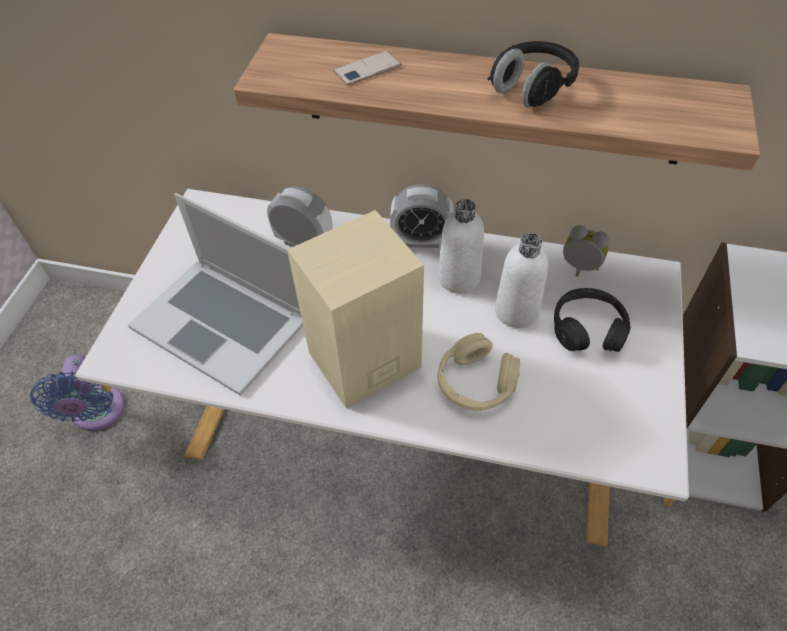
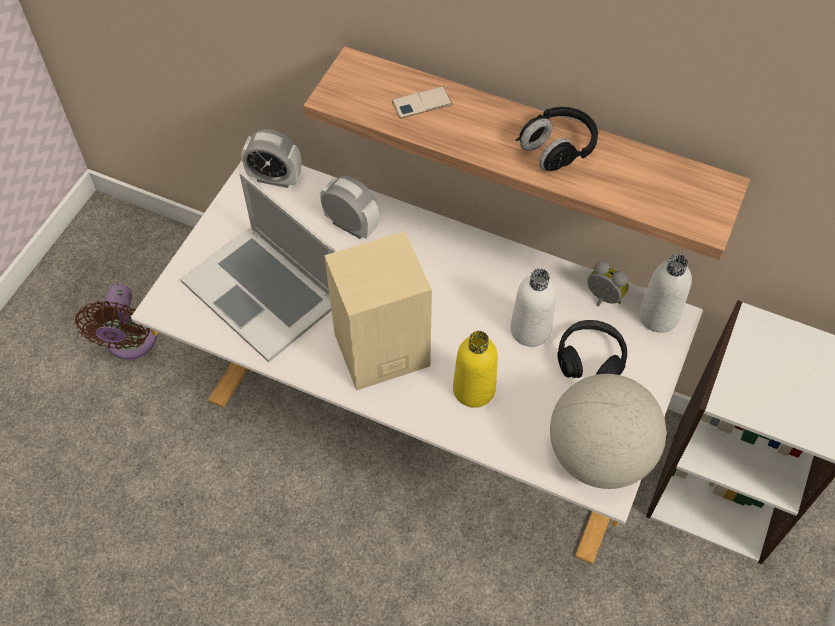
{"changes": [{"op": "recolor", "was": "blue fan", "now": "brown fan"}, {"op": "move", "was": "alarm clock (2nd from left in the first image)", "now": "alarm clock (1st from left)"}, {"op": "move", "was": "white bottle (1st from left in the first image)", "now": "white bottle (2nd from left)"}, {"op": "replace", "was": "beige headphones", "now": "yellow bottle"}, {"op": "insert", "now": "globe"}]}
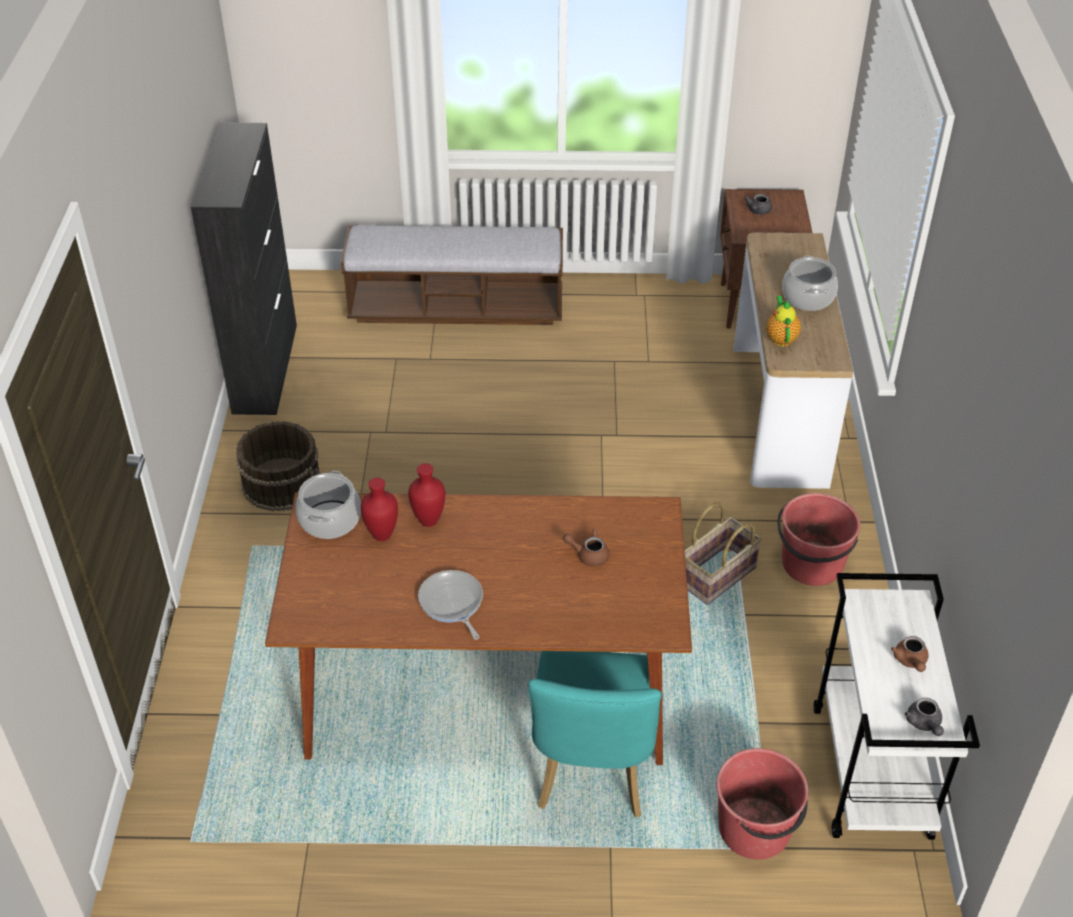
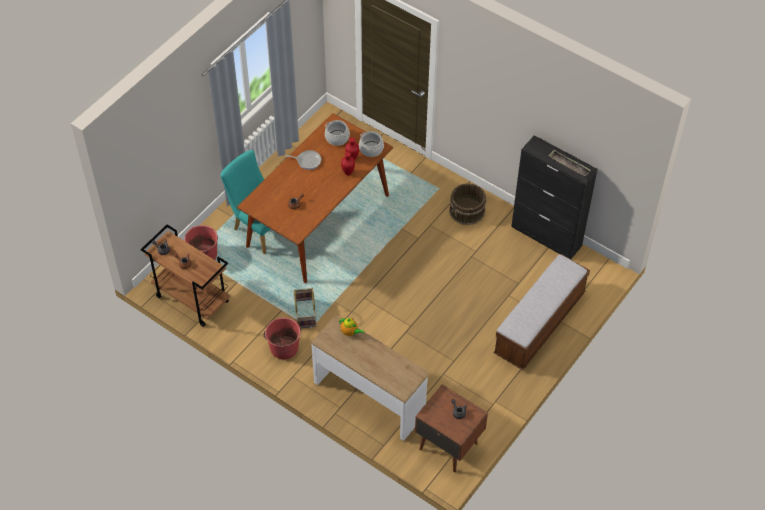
{"changes": [{"op": "move", "was": "cooking pot (2nd from left in the first image)", "now": "cooking pot (1st from left)"}, {"op": "recolor", "was": "white cart", "now": "brown cart"}, {"op": "insert", "now": "tray"}]}
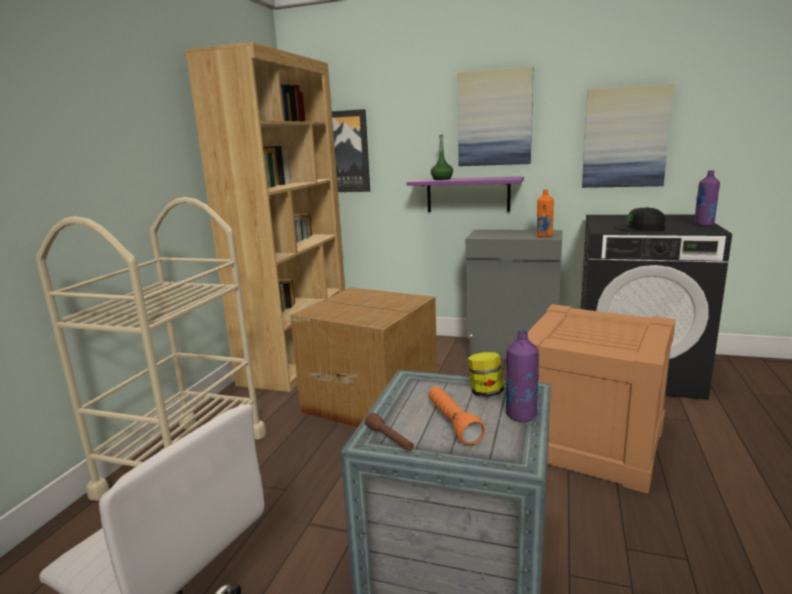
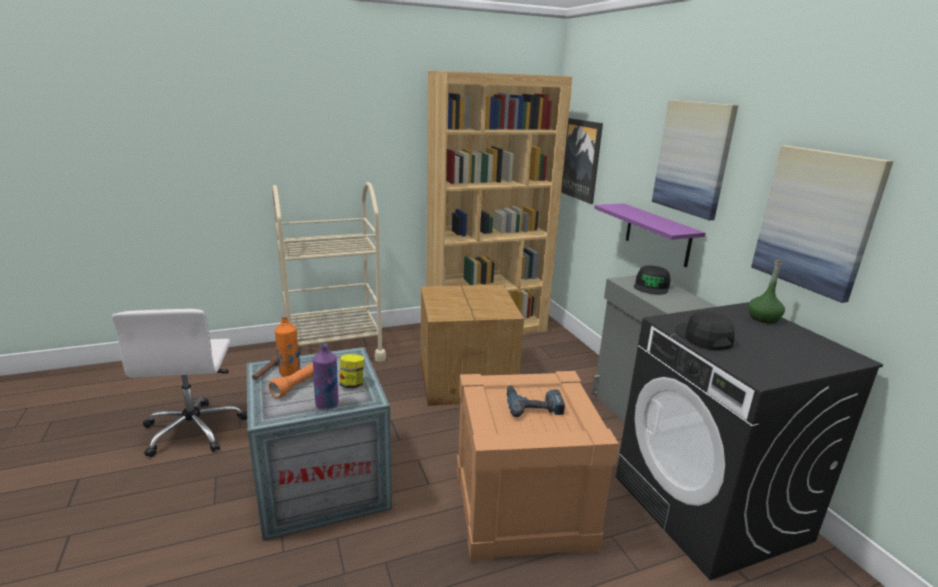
{"changes": [{"op": "move", "was": "green bottle"}, {"op": "move", "was": "orange bottle"}, {"op": "delete", "was": "purple bottle (2nd from left)"}, {"op": "insert", "now": "power drill"}, {"op": "insert", "now": "black cap (1st from left)"}]}
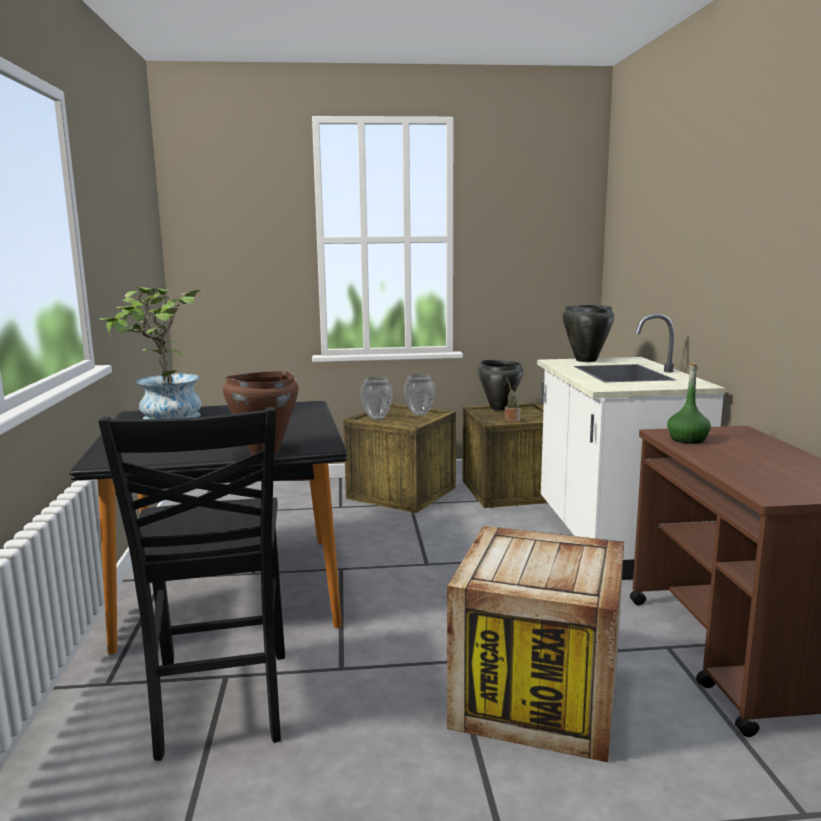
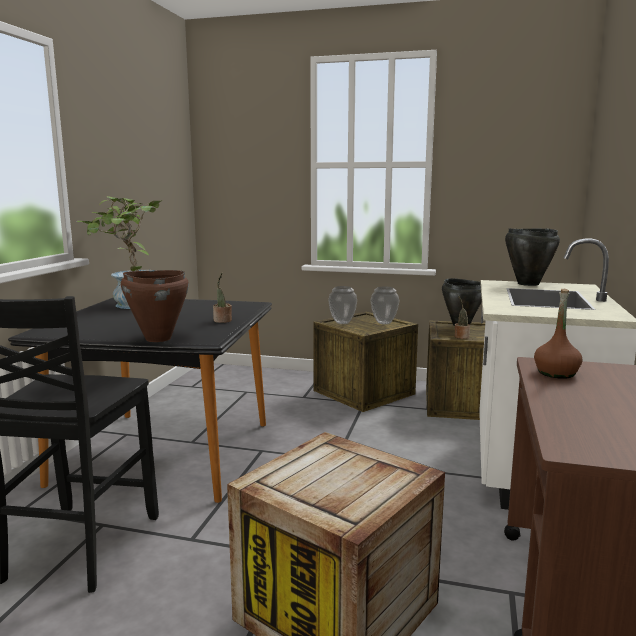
{"changes": [{"op": "recolor", "was": "green bottle", "now": "brown bottle"}, {"op": "insert", "now": "potted plant (2nd from left)"}]}
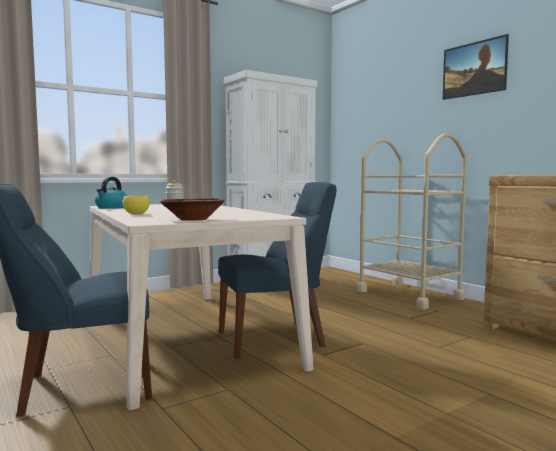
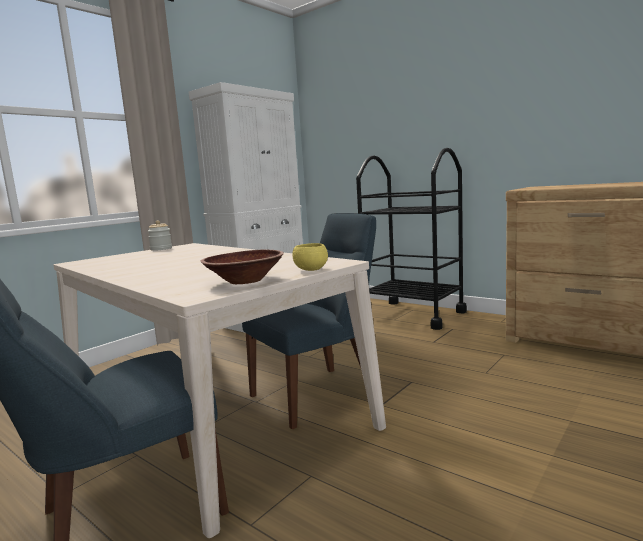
{"changes": [{"op": "delete", "was": "kettle"}, {"op": "move", "was": "yellow bowl"}, {"op": "recolor", "was": "beige cart", "now": "black cart"}, {"op": "delete", "was": "picture"}]}
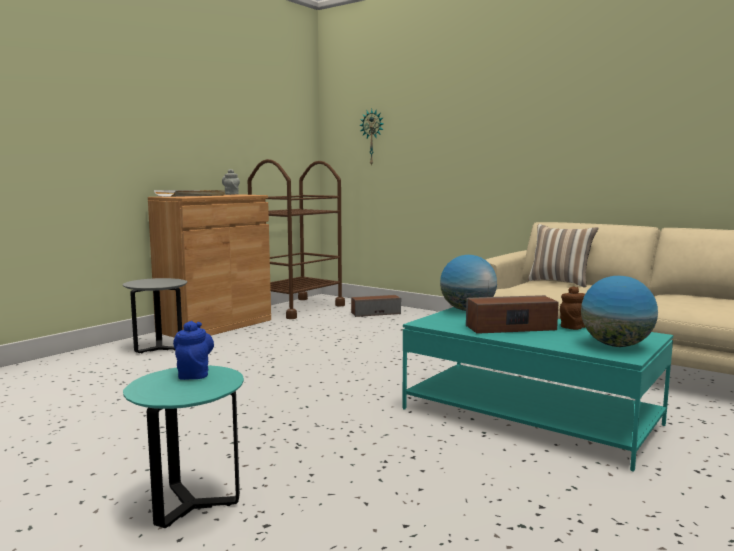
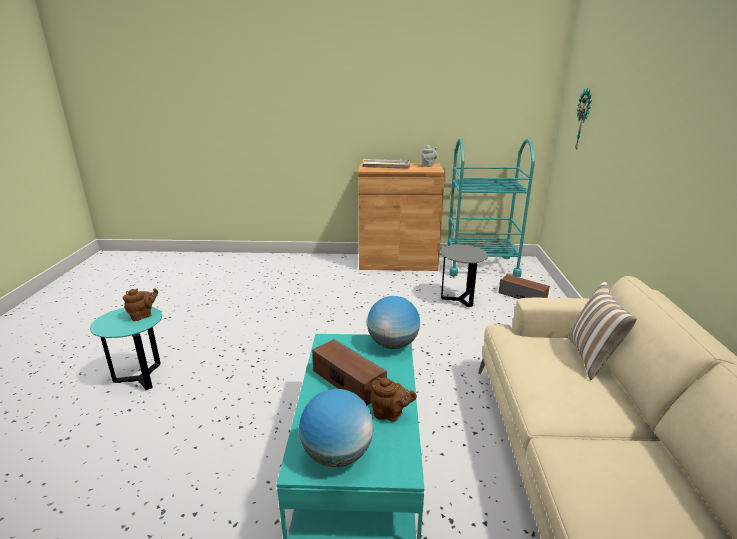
{"changes": [{"op": "move", "was": "grey side table"}, {"op": "recolor", "was": "blue teapot", "now": "brown teapot (1st from left)"}, {"op": "recolor", "was": "brown cart", "now": "turquoise cart"}]}
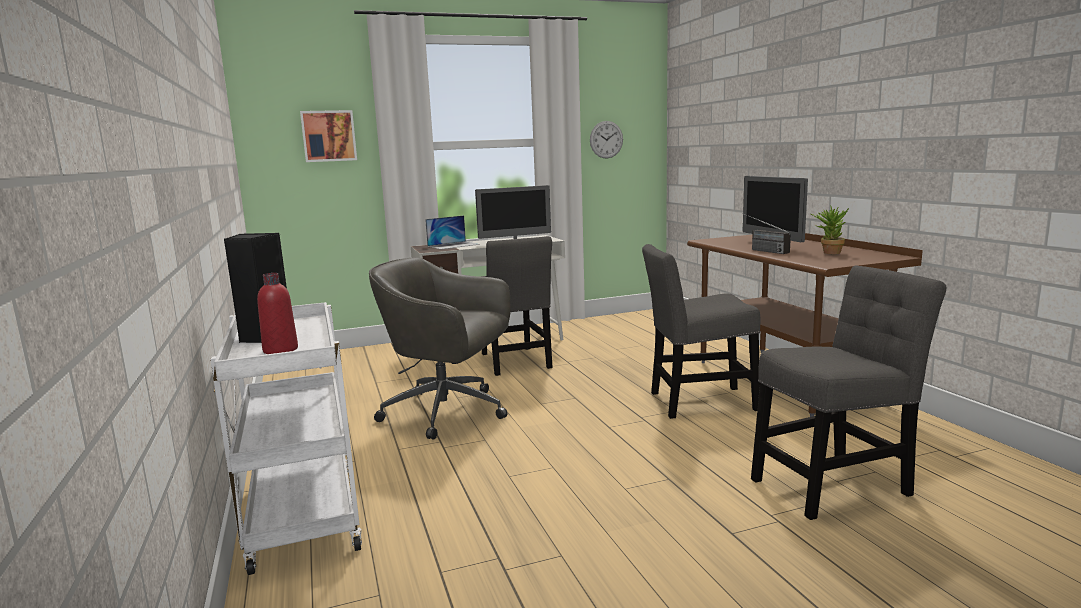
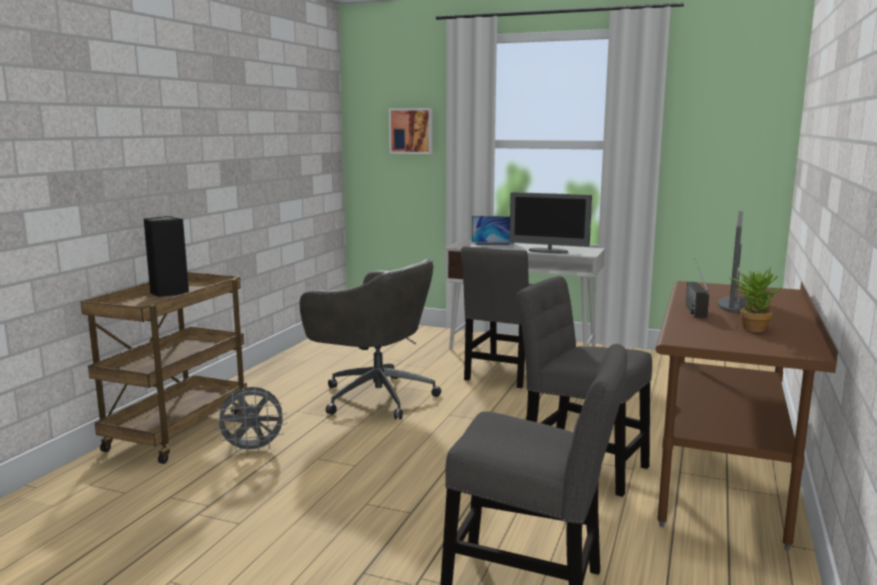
{"changes": [{"op": "recolor", "was": "white cart", "now": "brown cart"}, {"op": "delete", "was": "red bottle"}, {"op": "rotate", "was": "grey office chair", "clockwise": 150}, {"op": "delete", "was": "wall clock"}, {"op": "insert", "now": "grey fan"}]}
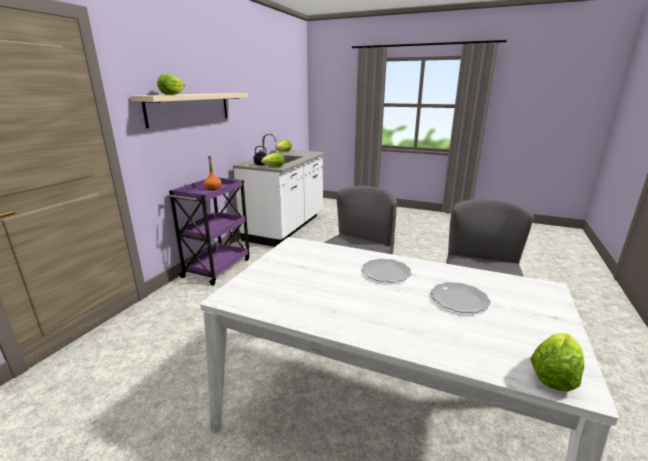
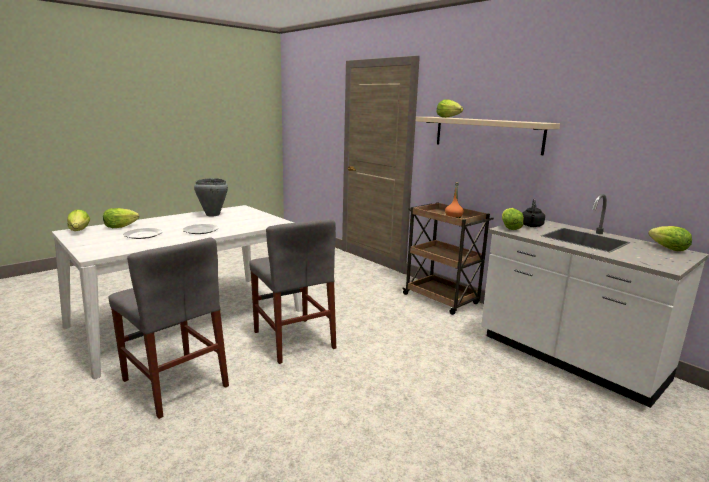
{"changes": [{"op": "recolor", "was": "purple cart", "now": "brown cart"}, {"op": "insert", "now": "lettuce (2nd from left)"}, {"op": "insert", "now": "grey cooking pot"}]}
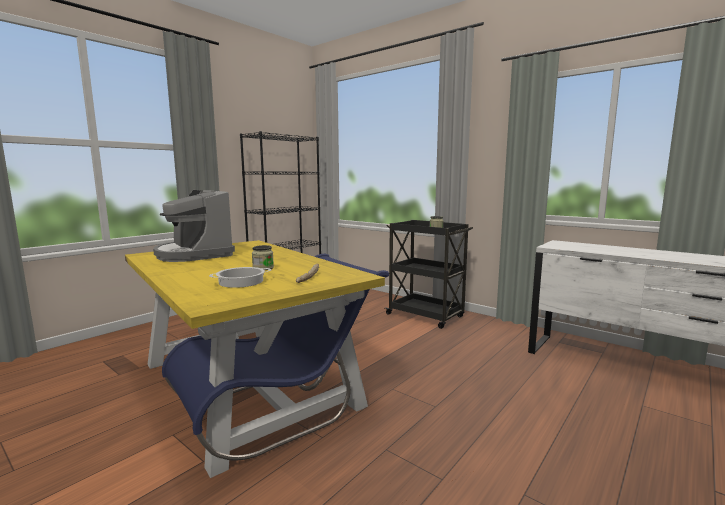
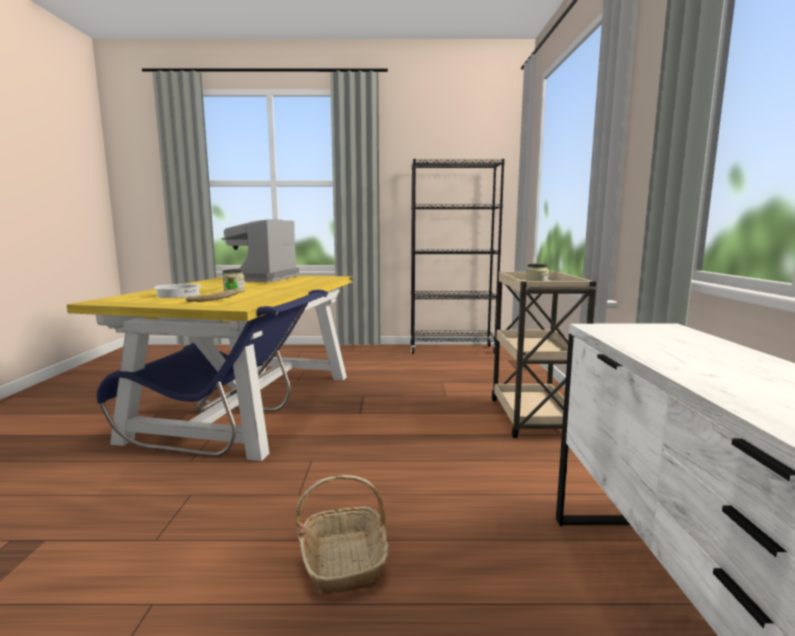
{"changes": [{"op": "recolor", "was": "black cart", "now": "beige cart"}, {"op": "insert", "now": "basket"}]}
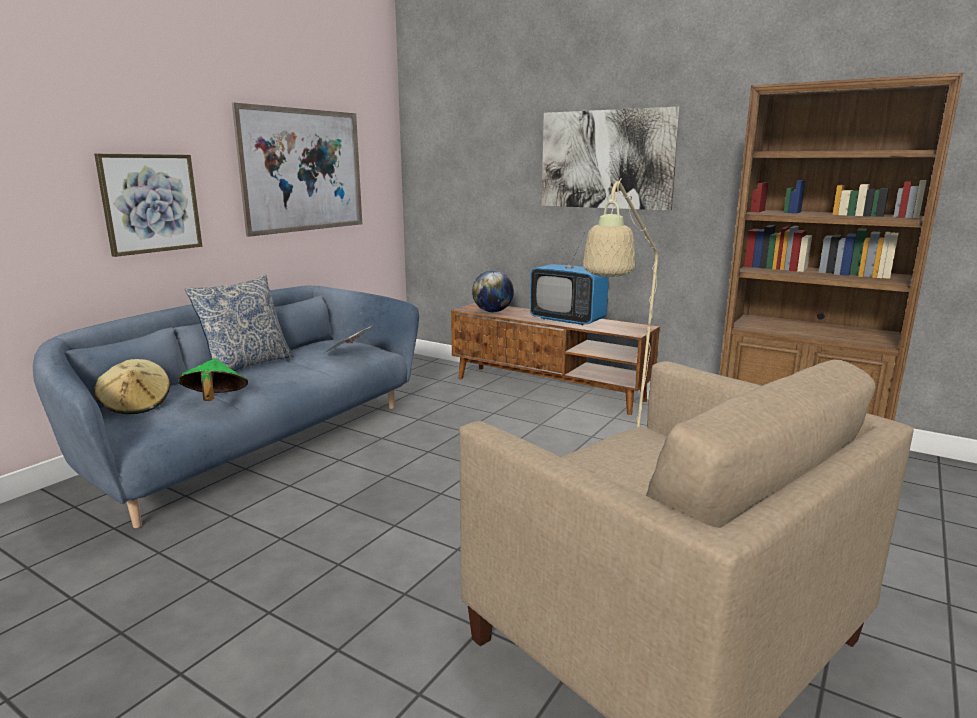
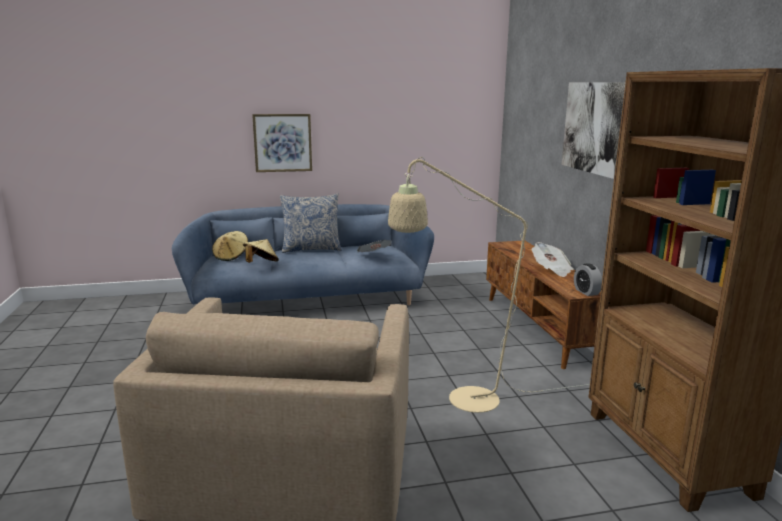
{"changes": [{"op": "recolor", "was": "green hat", "now": "beige hat (2nd from left)"}, {"op": "delete", "was": "picture (2nd from left)"}, {"op": "delete", "was": "globe"}, {"op": "replace", "was": "television", "now": "newspaper (2nd from left)"}, {"op": "insert", "now": "alarm clock"}]}
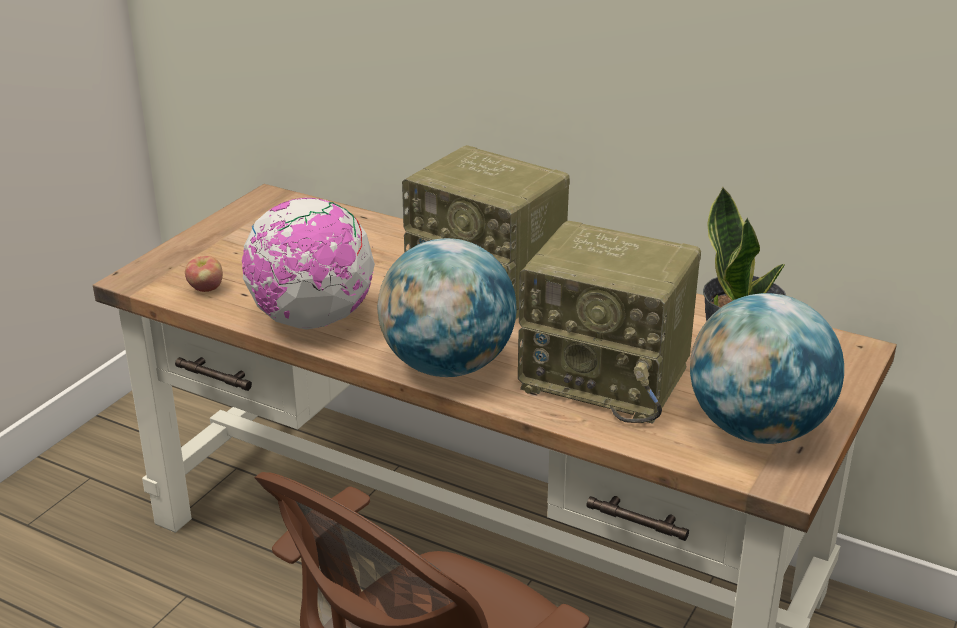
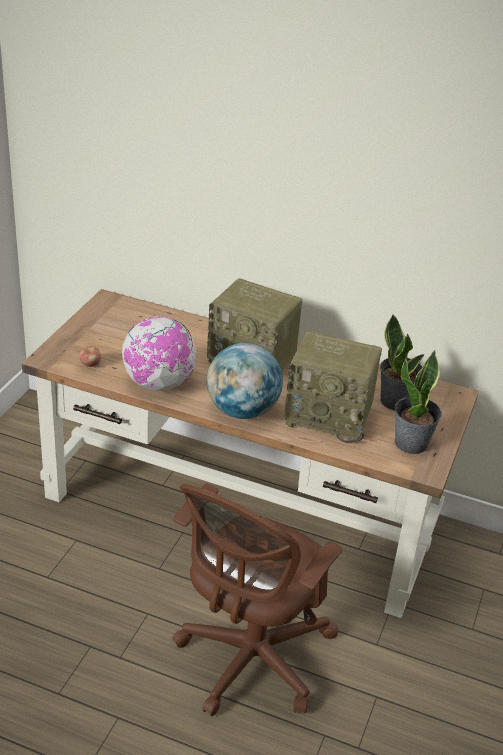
{"changes": [{"op": "replace", "was": "globe (3rd from left)", "now": "potted plant (2nd from left)"}]}
